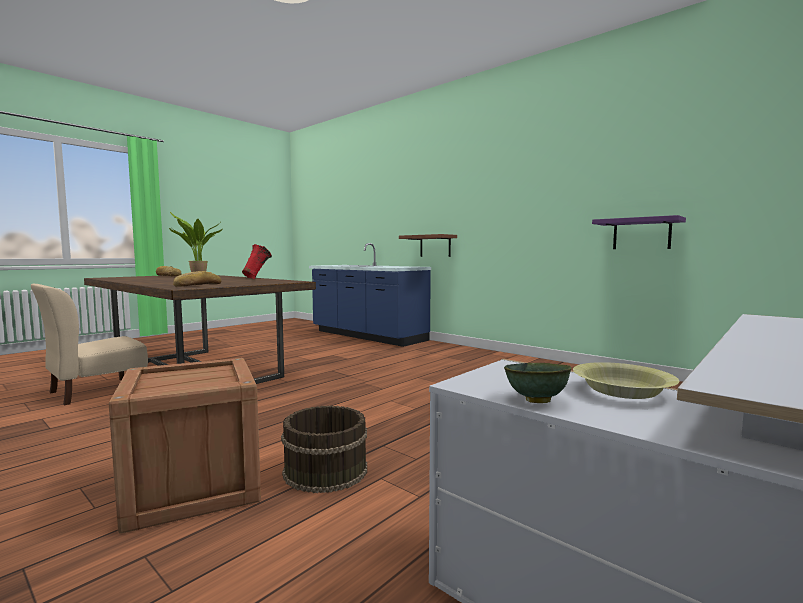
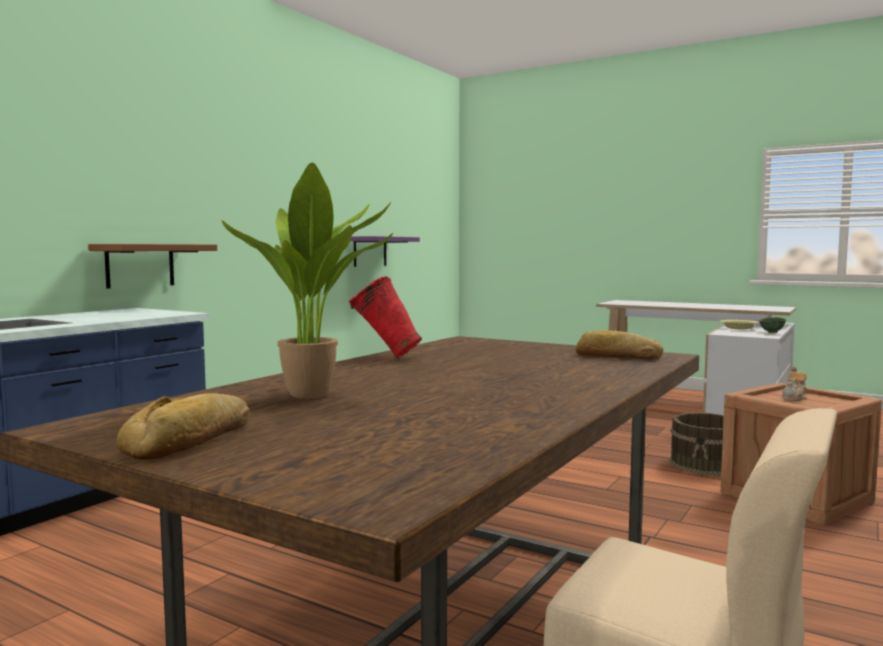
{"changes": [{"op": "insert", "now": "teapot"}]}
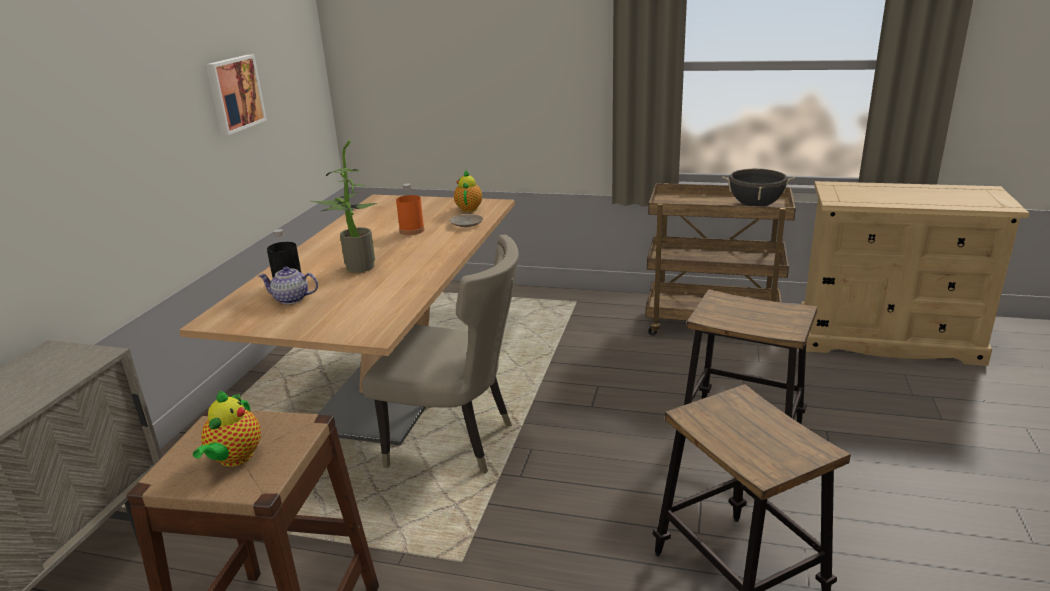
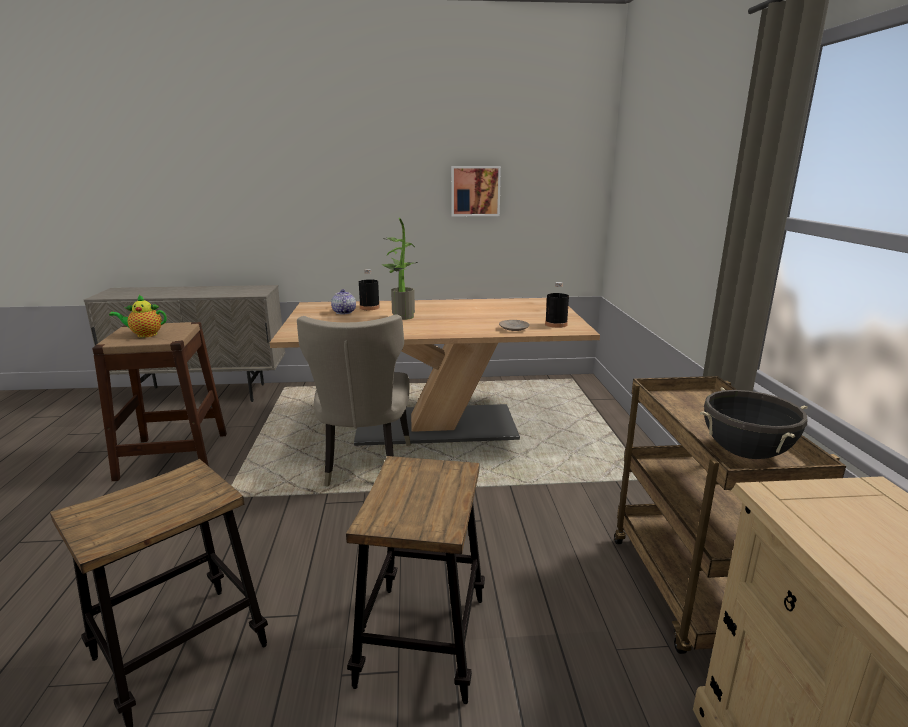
{"changes": [{"op": "delete", "was": "orange bottle"}, {"op": "replace", "was": "teapot (3rd from left)", "now": "black bottle (2nd from left)"}]}
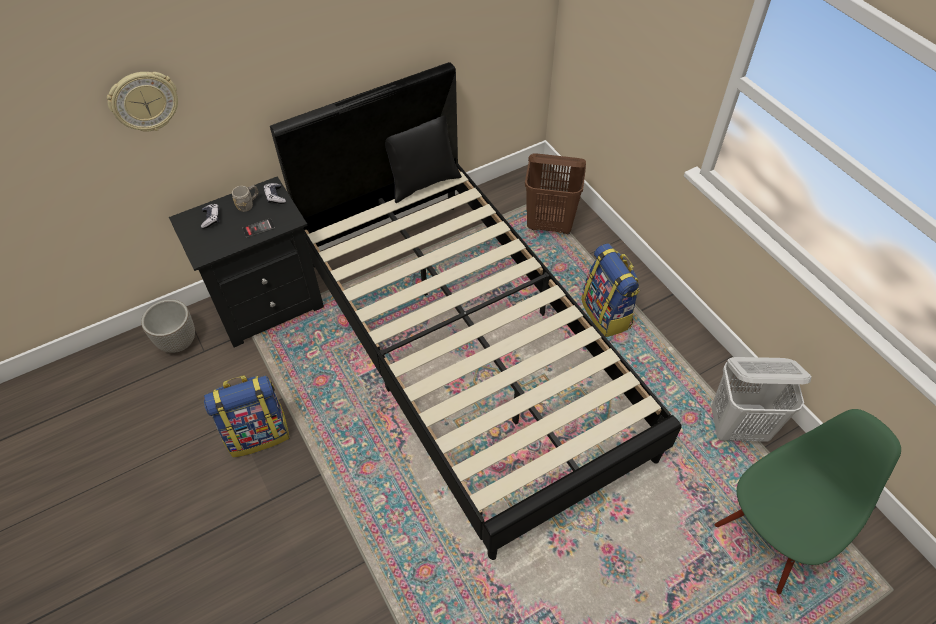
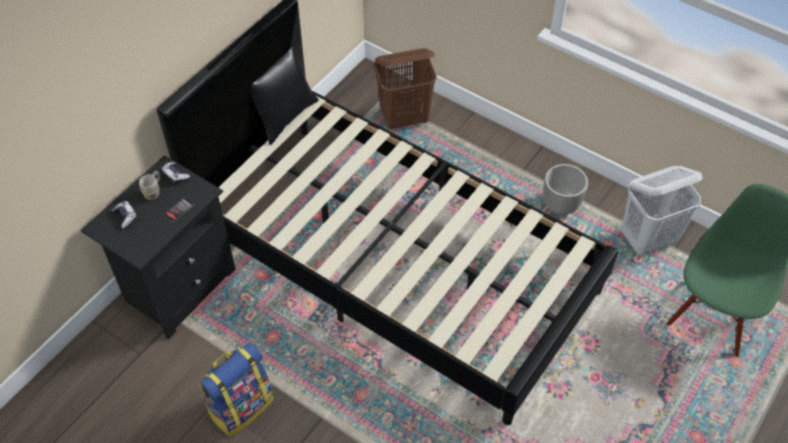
{"changes": [{"op": "delete", "was": "wall clock"}, {"op": "move", "was": "planter"}, {"op": "delete", "was": "backpack (2nd from left)"}]}
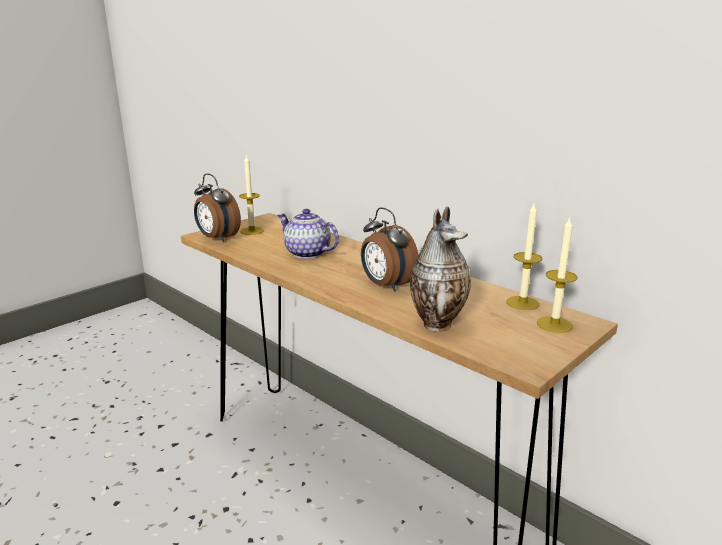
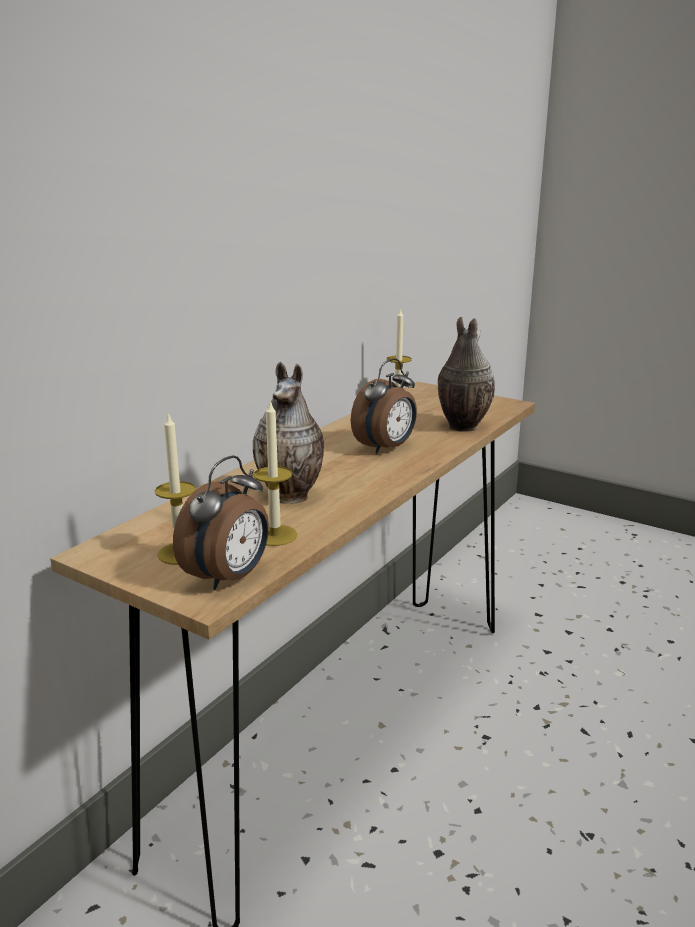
{"changes": [{"op": "replace", "was": "teapot", "now": "vase (1st from left)"}, {"op": "move", "was": "candle (3rd from left in the first image)", "now": "candle (2nd from left)"}]}
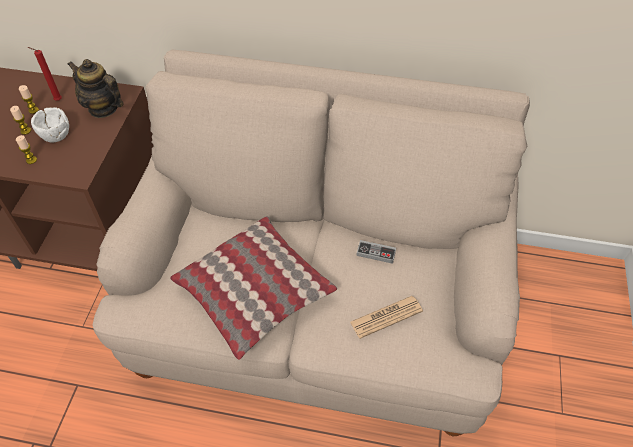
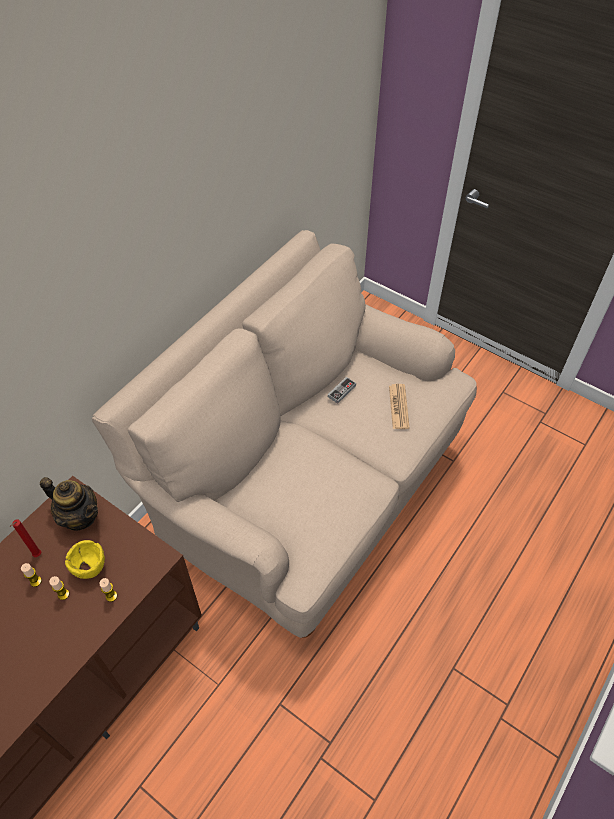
{"changes": [{"op": "recolor", "was": "white bowl", "now": "yellow bowl"}, {"op": "rotate", "was": "teapot", "clockwise": -120}, {"op": "delete", "was": "pillow"}]}
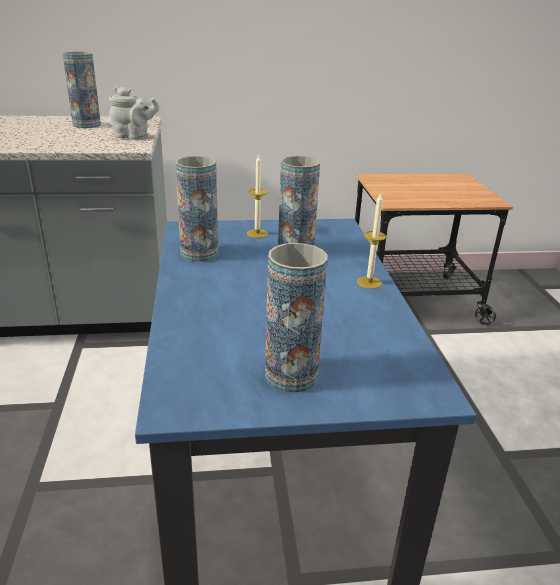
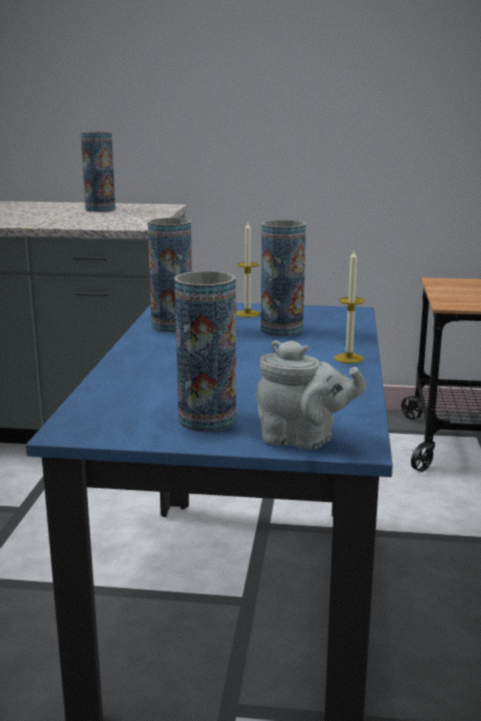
{"changes": [{"op": "move", "was": "grey teapot"}]}
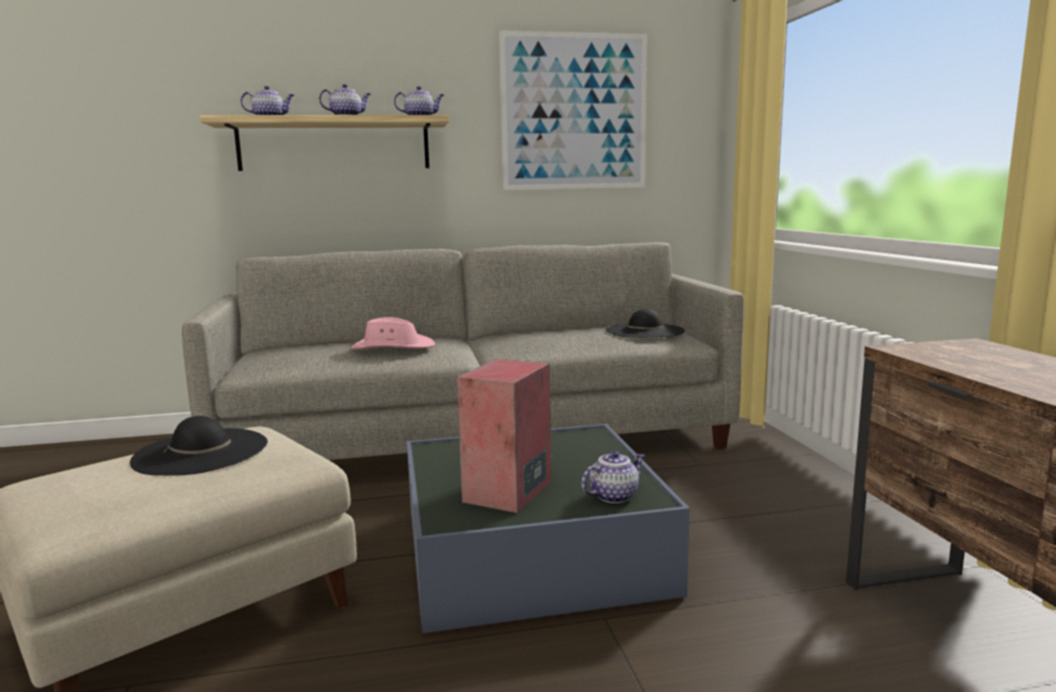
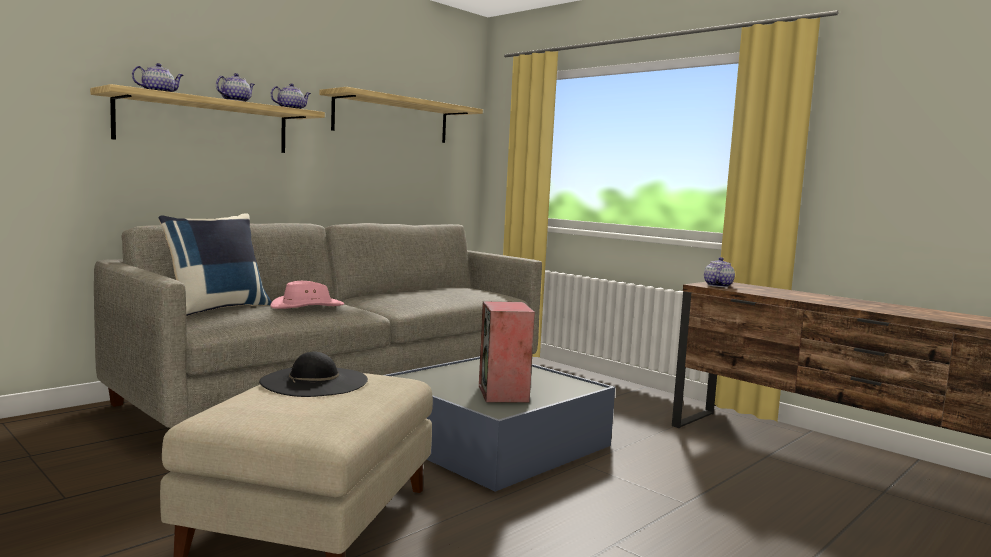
{"changes": [{"op": "replace", "was": "picture", "now": "shelf (2nd from left)"}, {"op": "move", "was": "teapot (4th from left)"}, {"op": "delete", "was": "black hat (2nd from left)"}, {"op": "insert", "now": "blue pillow"}]}
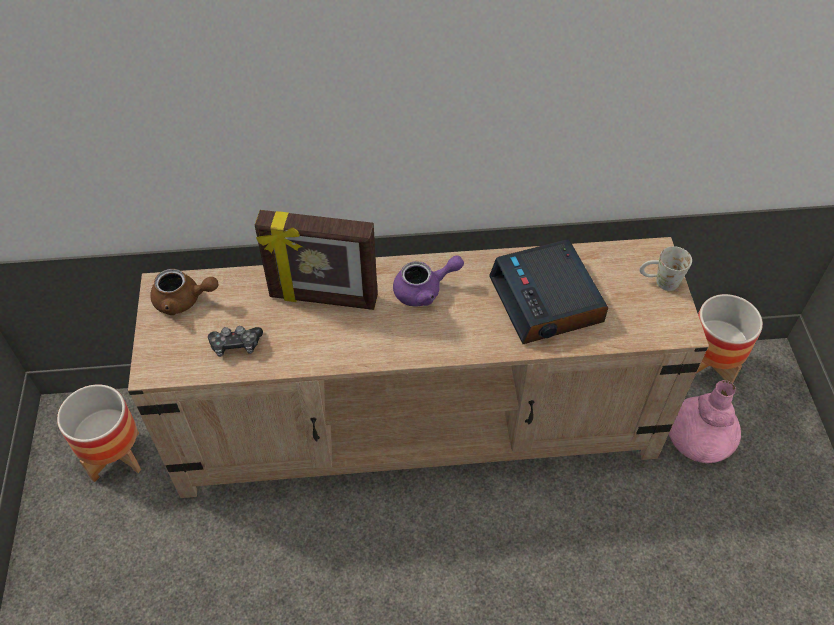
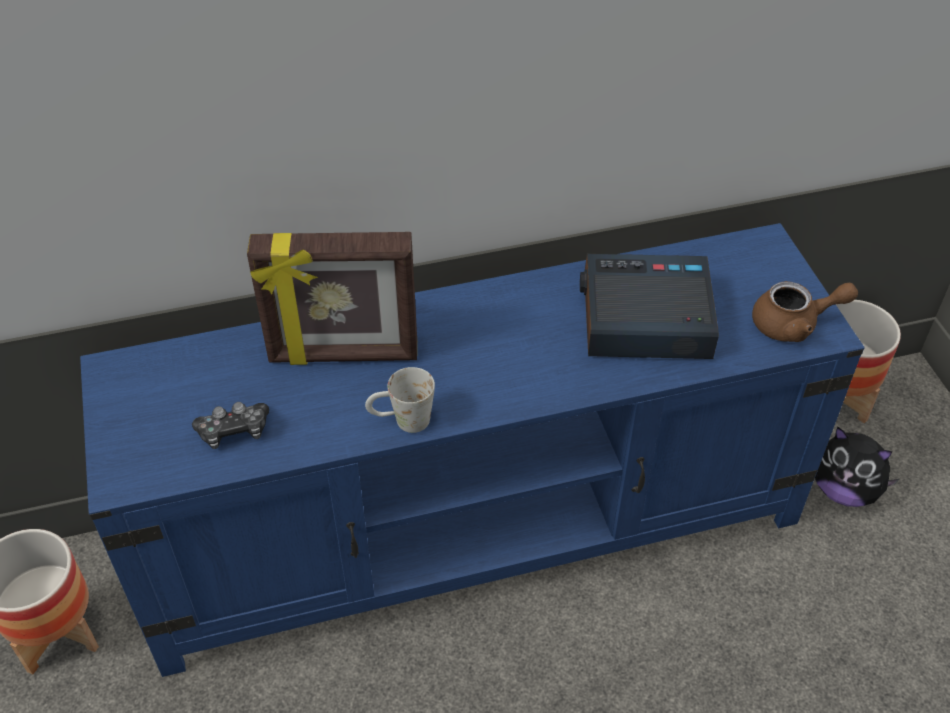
{"changes": [{"op": "recolor", "was": "beige tv stand", "now": "blue tv stand"}, {"op": "move", "was": "brown teapot"}, {"op": "delete", "was": "purple teapot"}, {"op": "rotate", "was": "alarm clock", "clockwise": 120}, {"op": "move", "was": "white mug"}, {"op": "replace", "was": "pink vase", "now": "plush toy"}]}
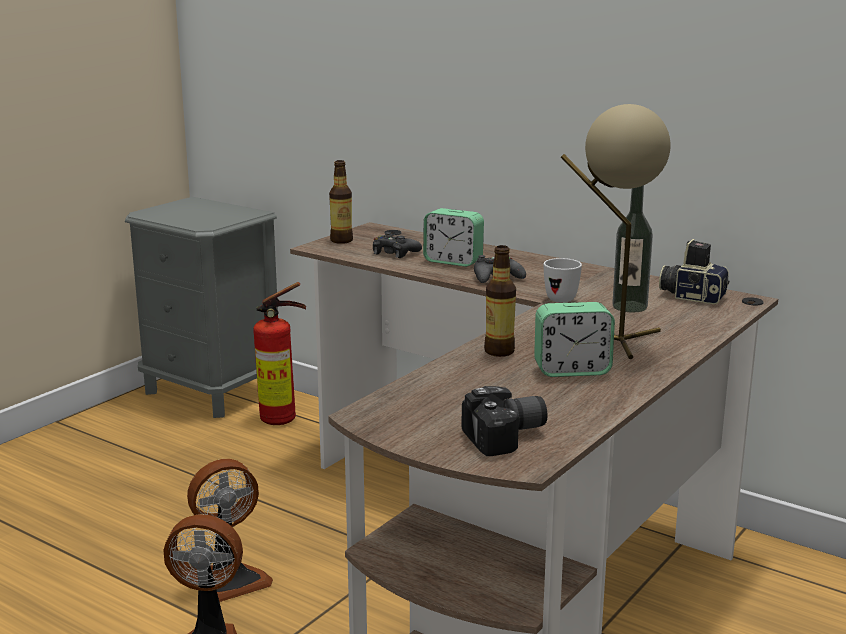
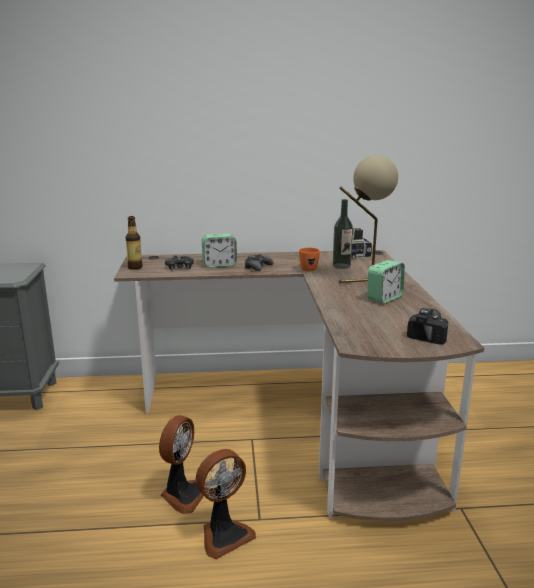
{"changes": [{"op": "delete", "was": "fire extinguisher"}, {"op": "delete", "was": "bottle (2nd from left)"}, {"op": "recolor", "was": "white mug", "now": "orange mug"}]}
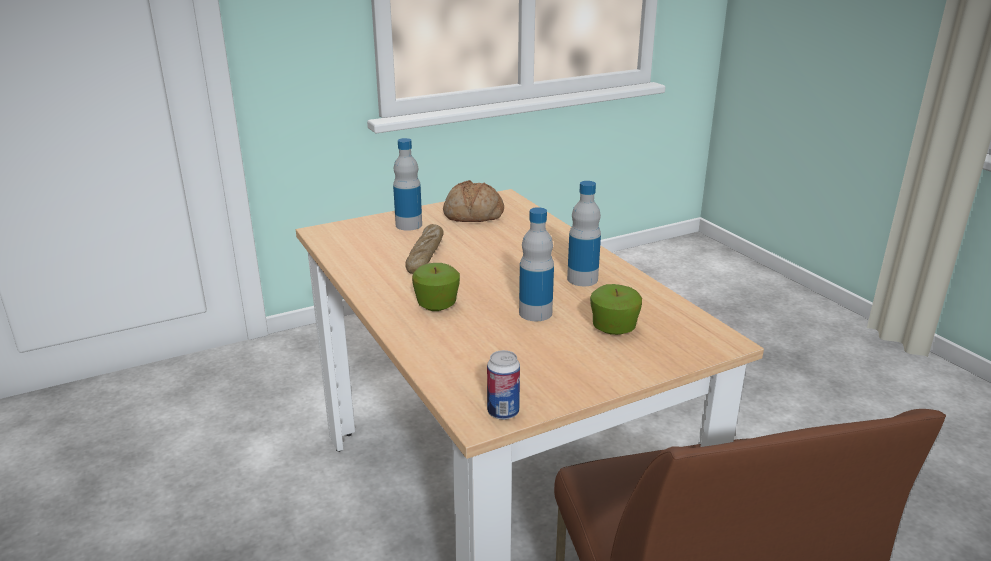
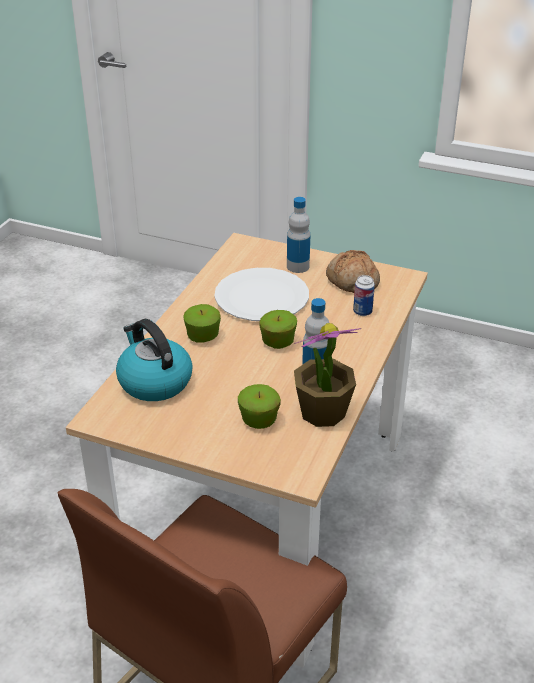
{"changes": [{"op": "replace", "was": "bread (1st from left)", "now": "white plate"}, {"op": "move", "was": "can"}, {"op": "delete", "was": "bottle (2nd from left)"}, {"op": "insert", "now": "kettle"}, {"op": "insert", "now": "apple (3rd from left)"}, {"op": "insert", "now": "potted plant"}]}
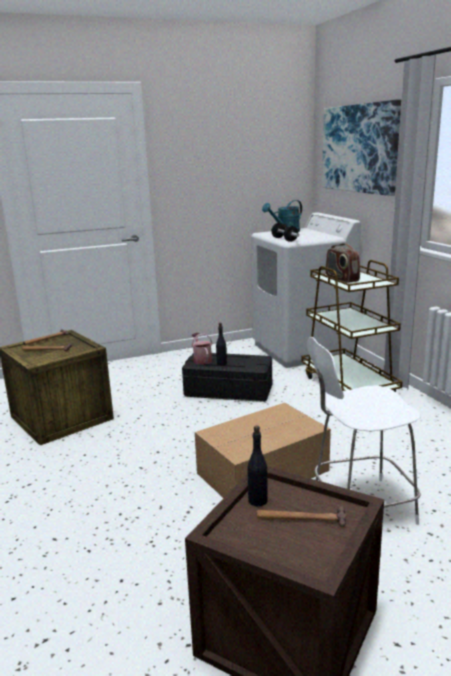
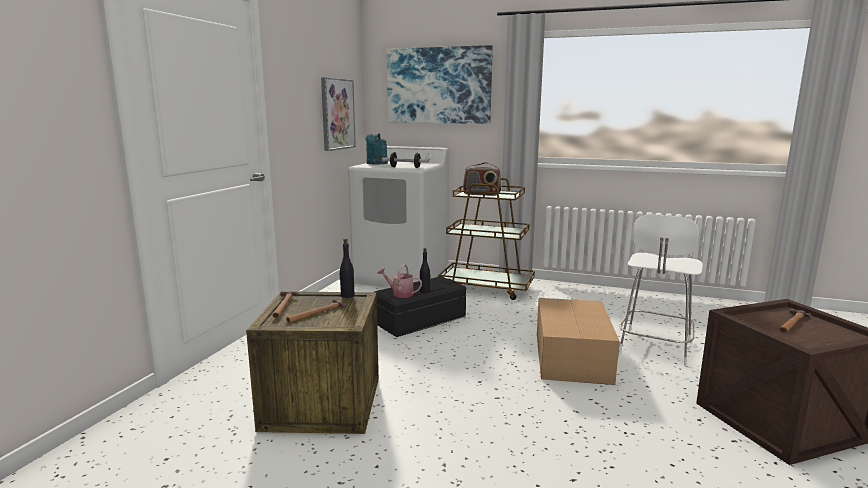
{"changes": [{"op": "move", "was": "black bottle (2nd from left in the first image)", "now": "black bottle (1st from left)"}, {"op": "insert", "now": "picture (1st from left)"}]}
